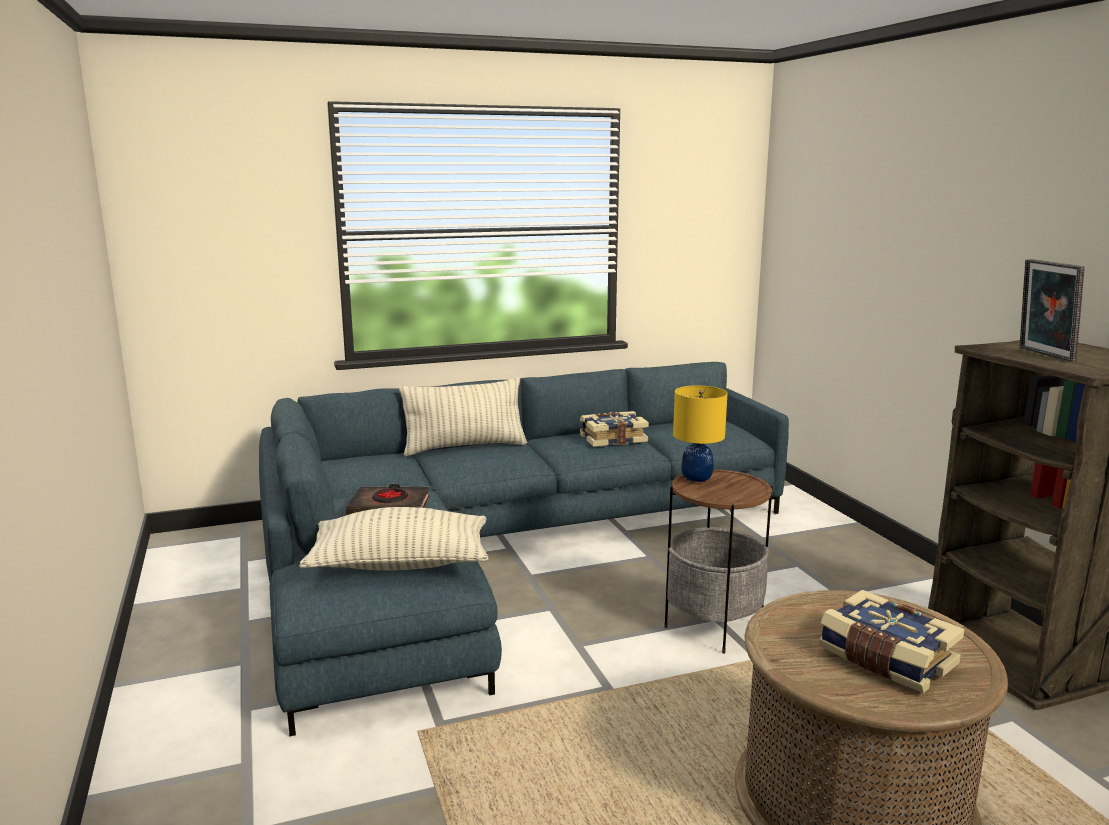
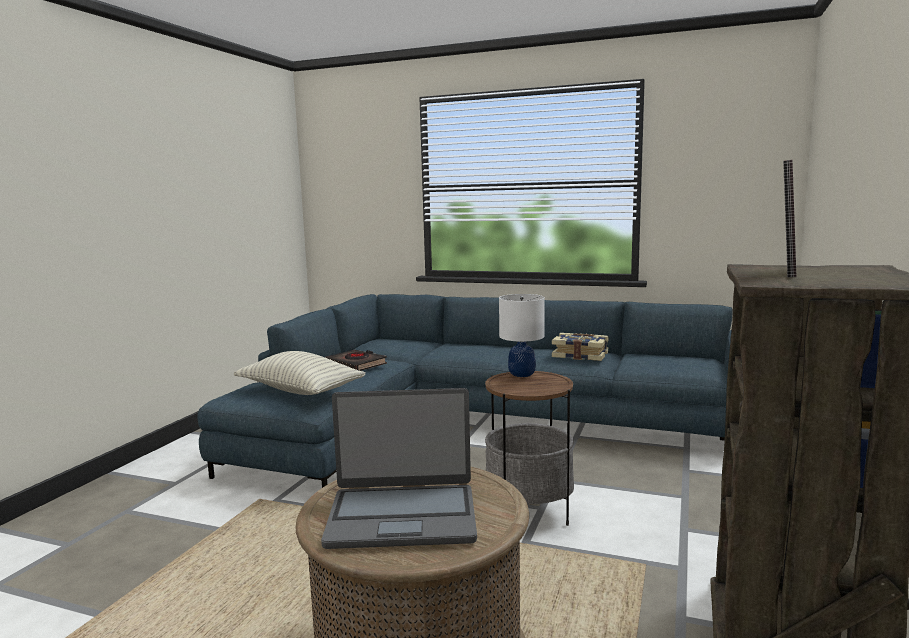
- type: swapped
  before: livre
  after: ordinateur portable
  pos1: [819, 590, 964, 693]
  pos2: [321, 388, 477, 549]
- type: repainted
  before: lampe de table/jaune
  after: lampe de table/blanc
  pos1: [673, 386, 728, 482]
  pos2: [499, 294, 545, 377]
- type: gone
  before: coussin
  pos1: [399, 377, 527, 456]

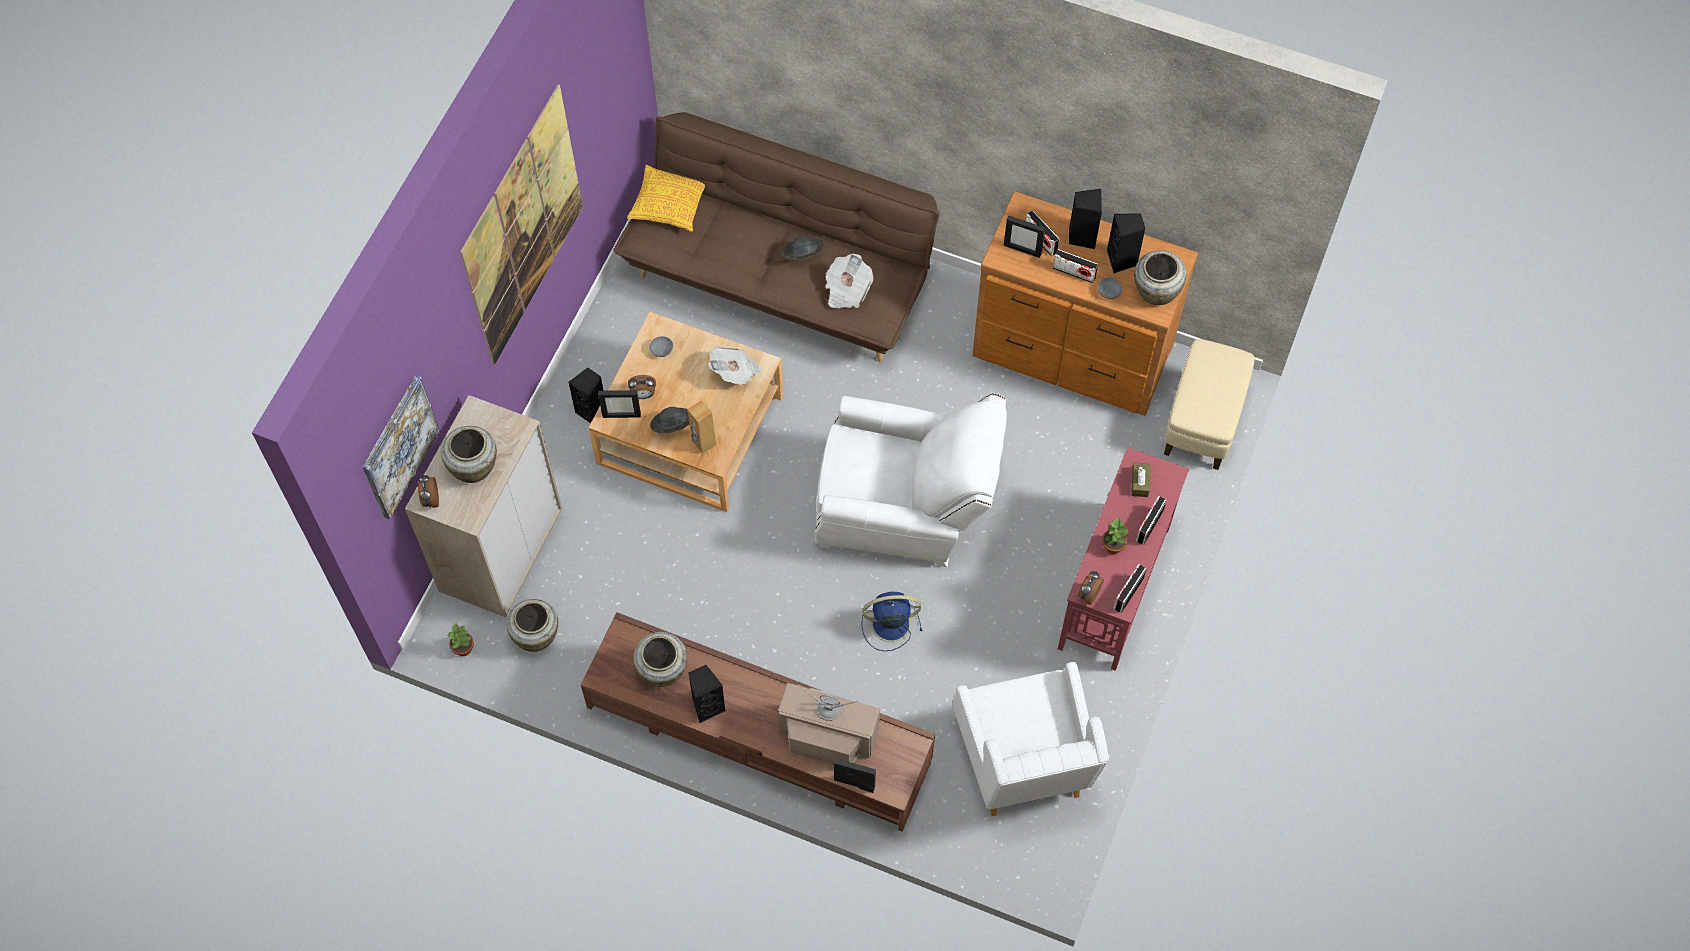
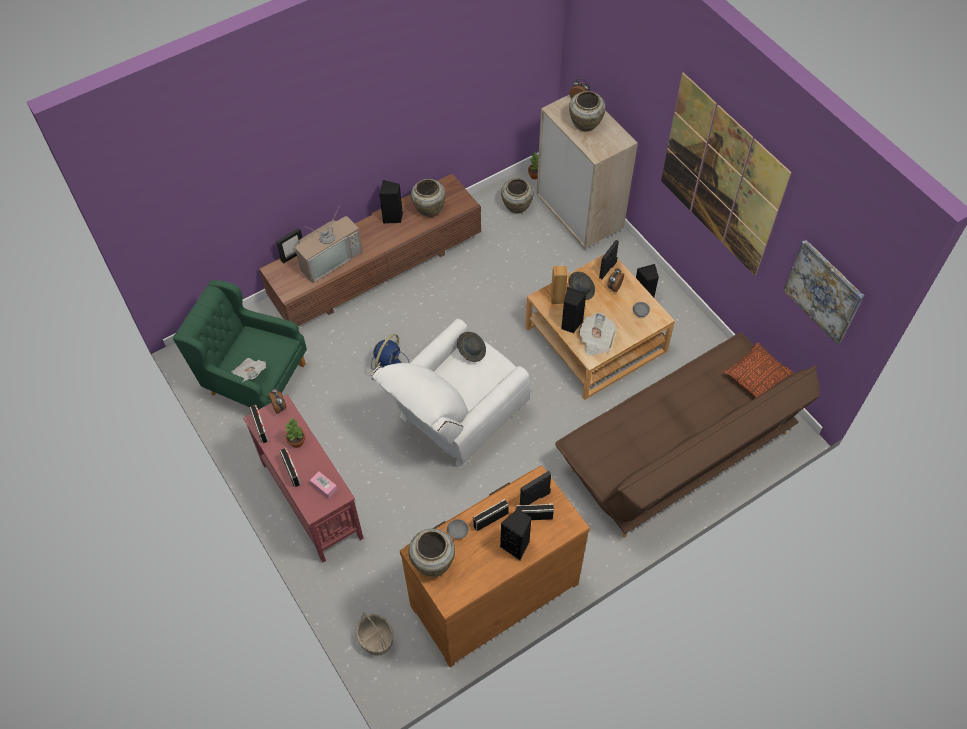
- type: repainted
  before: fauteuil/blanc
  after: fauteuil/vert
  pos1: [952, 662, 1109, 816]
  pos2: [173, 280, 307, 410]
- type: shifted
  before: journal
  pos1: [825, 254, 873, 308]
  pos2: [231, 358, 266, 382]
- type: repainted
  before: boîte à mouchoirs/marron
  after: boîte à mouchoirs/rose
  pos1: [1131, 462, 1150, 497]
  pos2: [310, 471, 338, 499]
- type: swapped
  before: pouf/beige
  after: panier
  pos1: [1164, 339, 1255, 470]
  pos2: [356, 612, 393, 656]
- type: shifted
  before: chapeau/gris
  pos1: [783, 236, 824, 260]
  pos2: [457, 332, 486, 362]
- type: shifted
  before: enceinte/noir
  pos1: [1107, 213, 1145, 273]
  pos2: [561, 286, 587, 333]
- type: repainted
  before: coussin/jaune
  after: coussin/marron
  pos1: [627, 165, 705, 232]
  pos2: [723, 342, 795, 398]
- type: shifted
  before: tableau
  pos1: [362, 375, 440, 520]
  pos2: [783, 240, 864, 345]

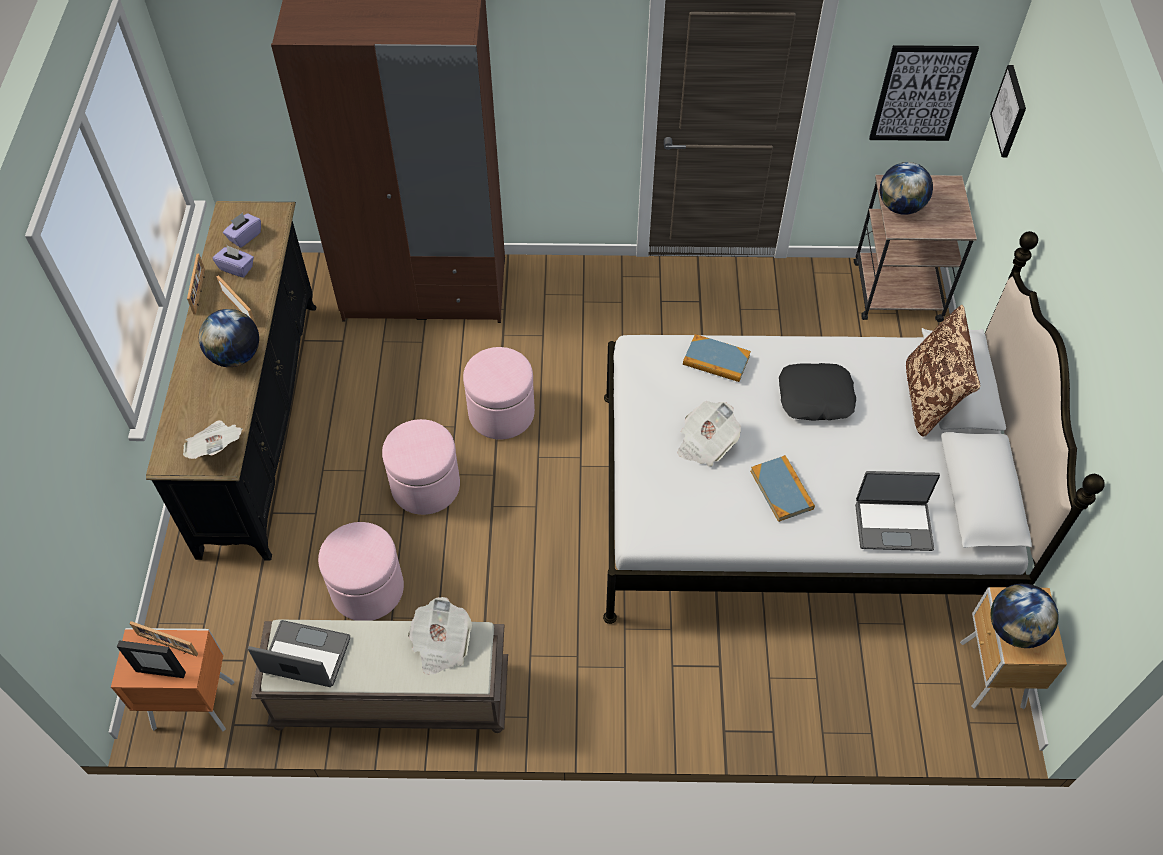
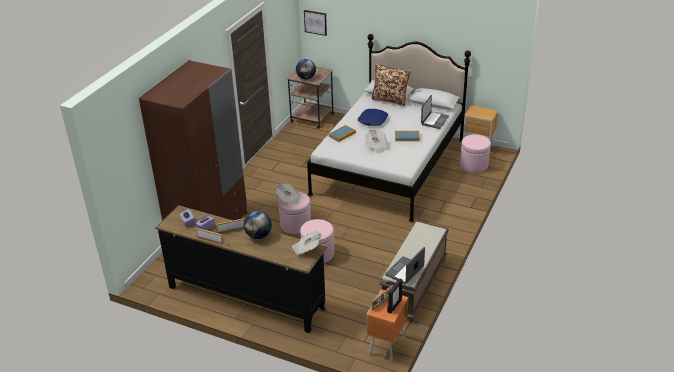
- type: shifted
  before: journal
  pos1: [408, 597, 472, 675]
  pos2: [276, 183, 301, 205]
- type: repainted
  before: coussin/noir
  after: coussin/bleu
  pos1: [779, 363, 856, 421]
  pos2: [358, 109, 388, 126]
- type: shifted
  before: pouf/rose
  pos1: [318, 522, 404, 621]
  pos2: [460, 134, 491, 173]
- type: gone
  before: tableau
  pos1: [869, 45, 979, 141]
- type: gone
  before: globe
  pos1: [990, 584, 1059, 648]

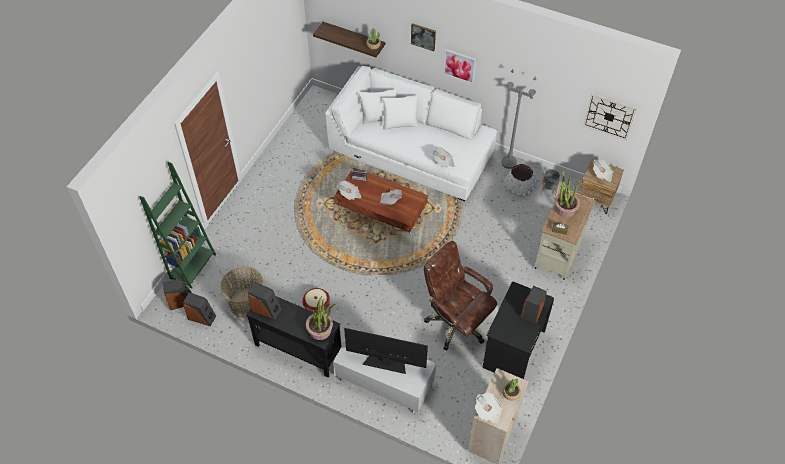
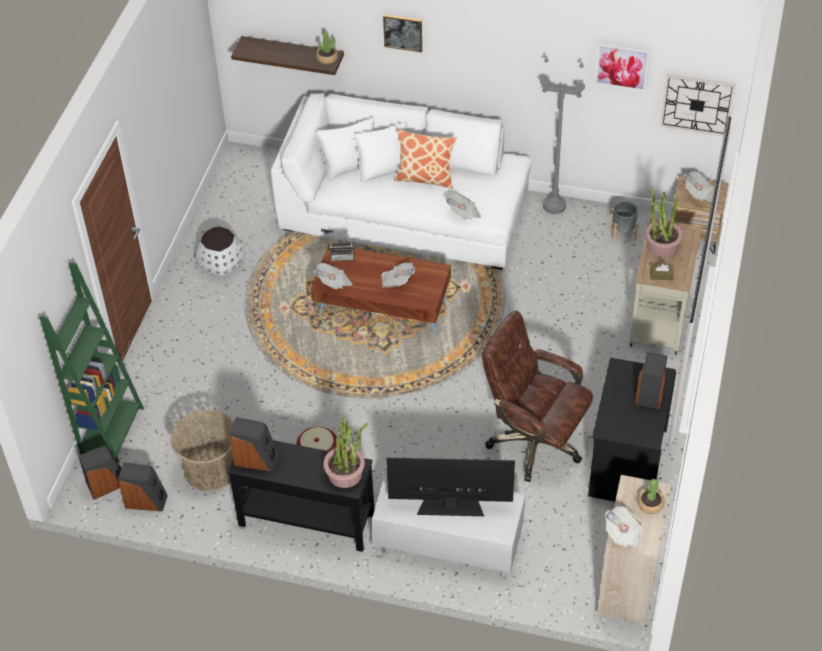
- type: shifted
  before: cache-pot/blanc
  pos1: [504, 164, 537, 197]
  pos2: [195, 227, 245, 276]
- type: new
  after: coussin
  pos2: [394, 130, 457, 189]
- type: shifted
  before: tableau
  pos1: [443, 49, 476, 84]
  pos2: [595, 43, 650, 92]

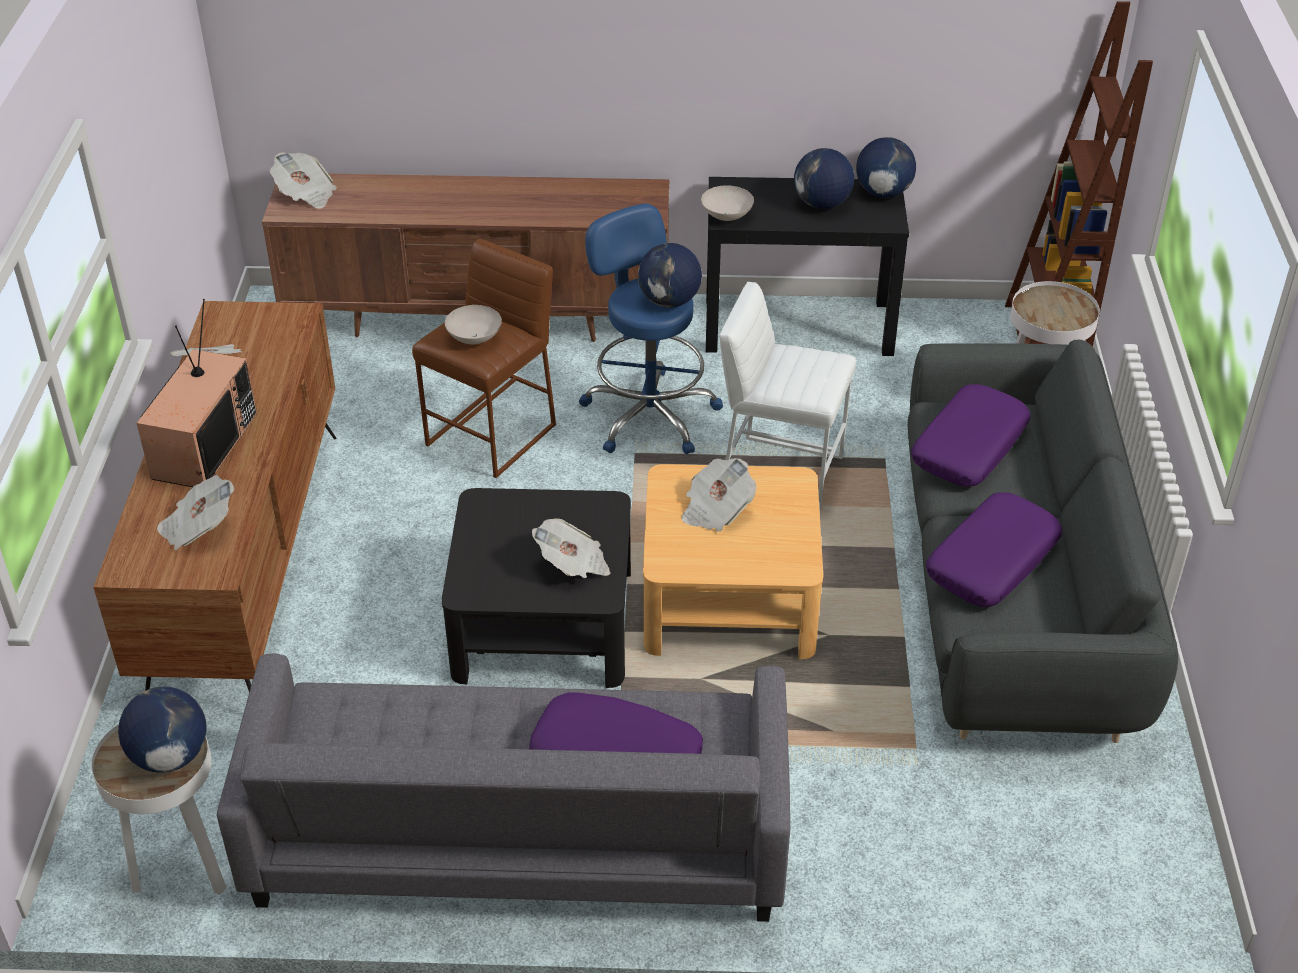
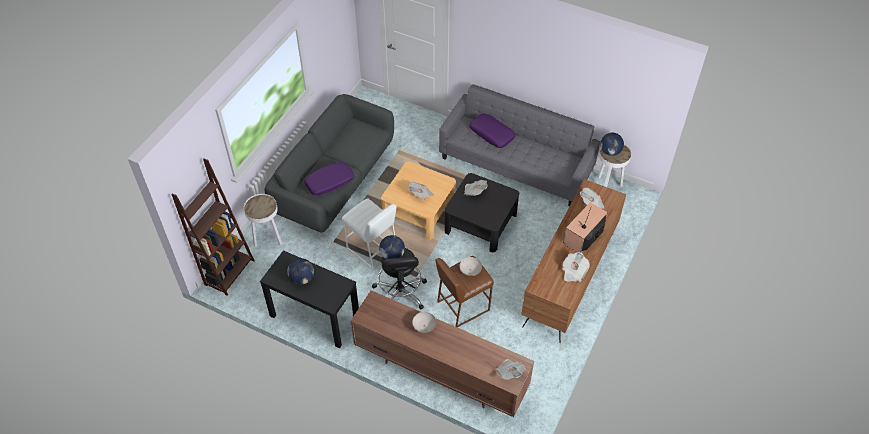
- type: repainted
  before: tabouret/bleu
  after: tabouret/noir
  pos1: [579, 204, 723, 454]
  pos2: [372, 248, 427, 309]
- type: shifted
  before: bol/blanc
  pos1: [701, 185, 754, 221]
  pos2: [412, 312, 436, 333]
- type: gone
  before: globe
  pos1: [856, 137, 916, 198]
- type: gone
  before: coussin/violet
  pos1: [926, 492, 1062, 607]

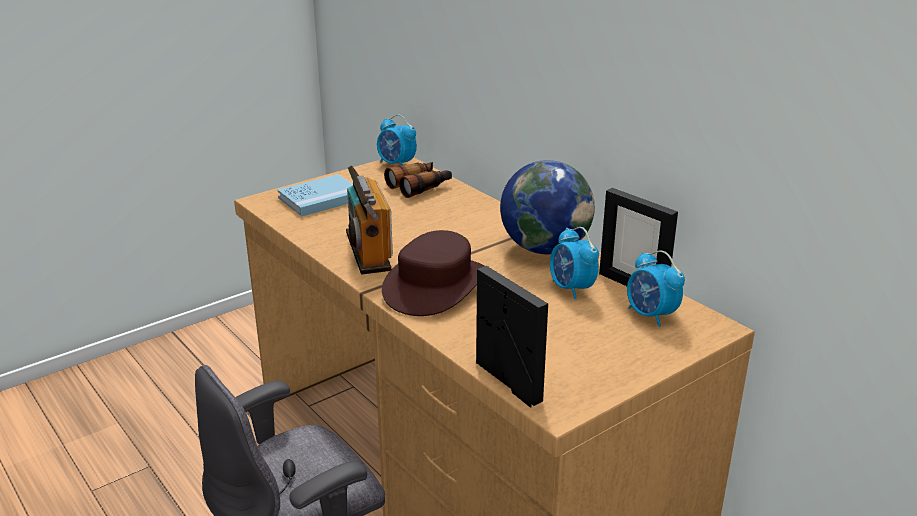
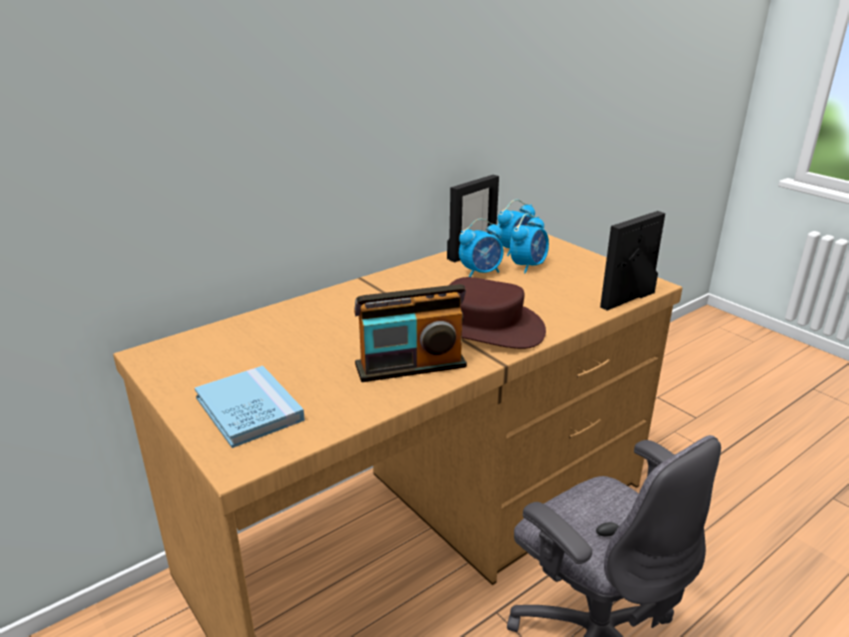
- type: shifted
  before: réveil
  pos1: [377, 115, 417, 165]
  pos2: [510, 213, 549, 274]
- type: gone
  before: jumelles
  pos1: [384, 162, 452, 198]
- type: gone
  before: globe
  pos1: [500, 160, 595, 254]

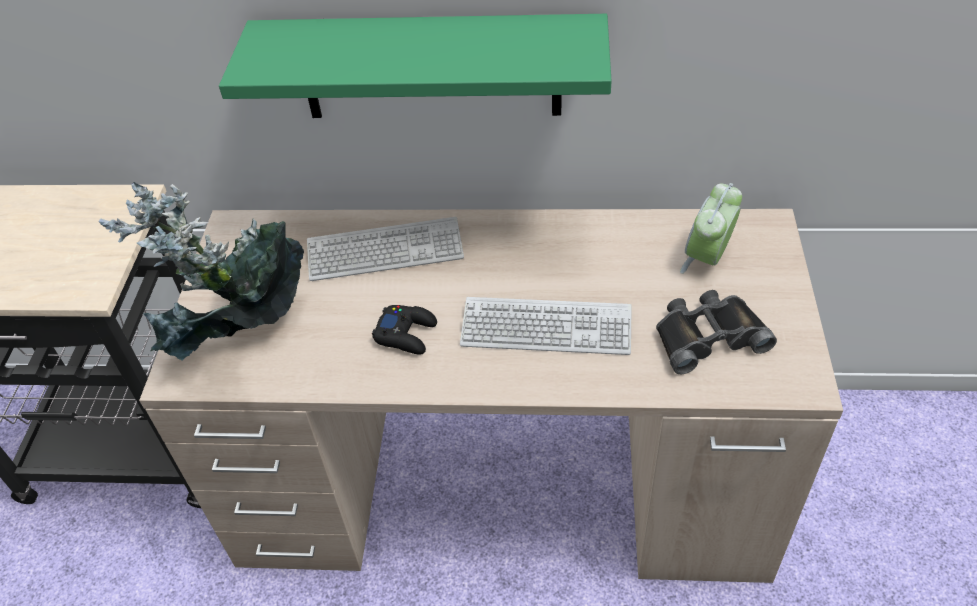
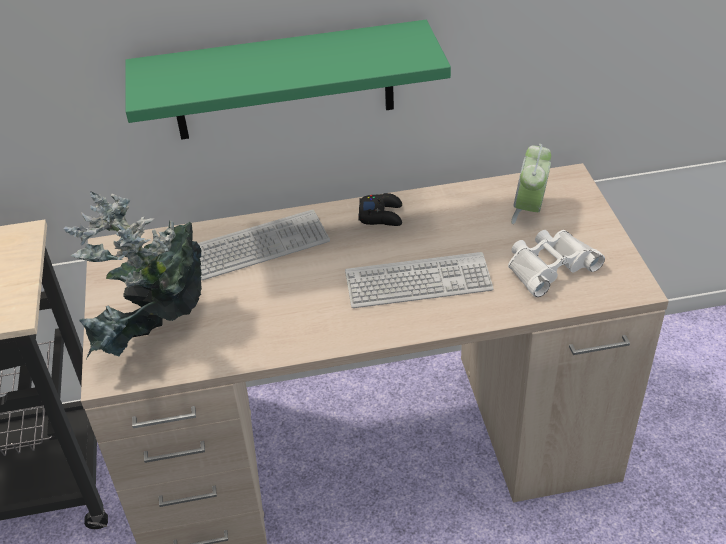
- type: shifted
  before: manette/noir
  pos1: [372, 305, 437, 355]
  pos2: [359, 193, 402, 226]
- type: repainted
  before: jumelles/noir
  after: jumelles/blanc
  pos1: [656, 290, 777, 374]
  pos2: [508, 230, 605, 297]

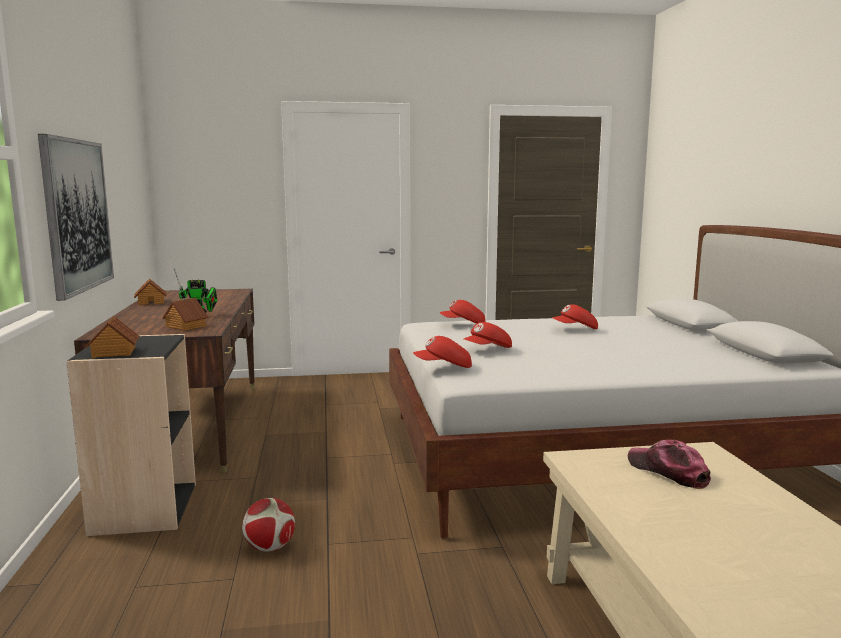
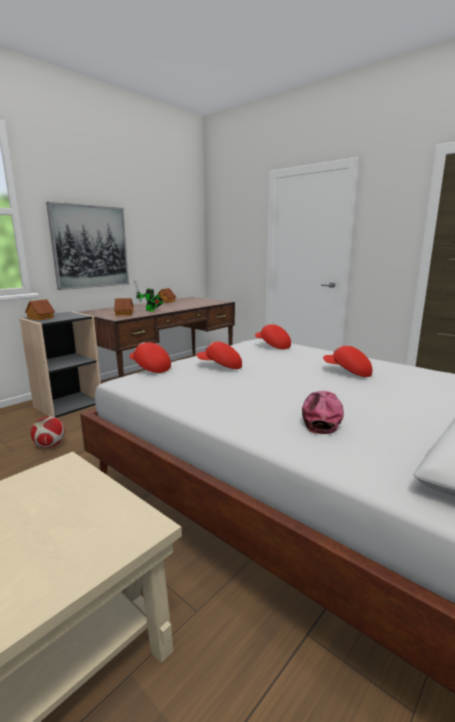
- type: shifted
  before: casquette
  pos1: [628, 440, 711, 489]
  pos2: [302, 391, 344, 434]

